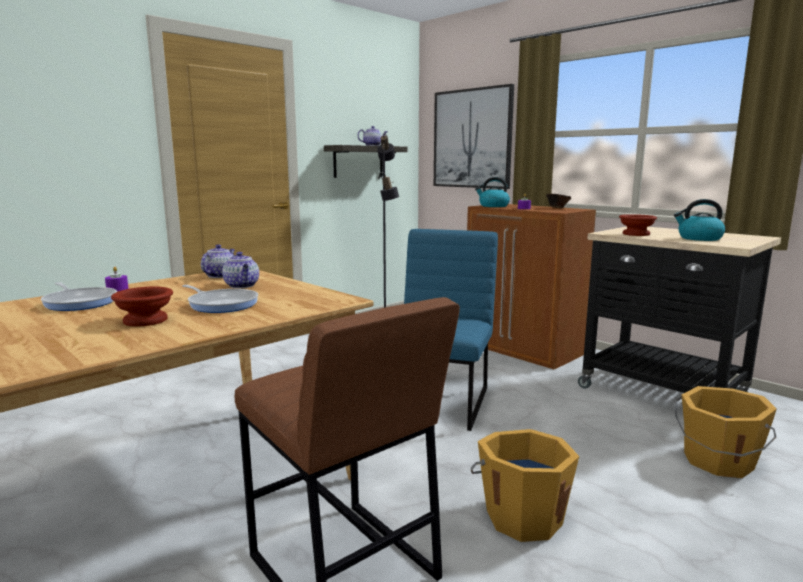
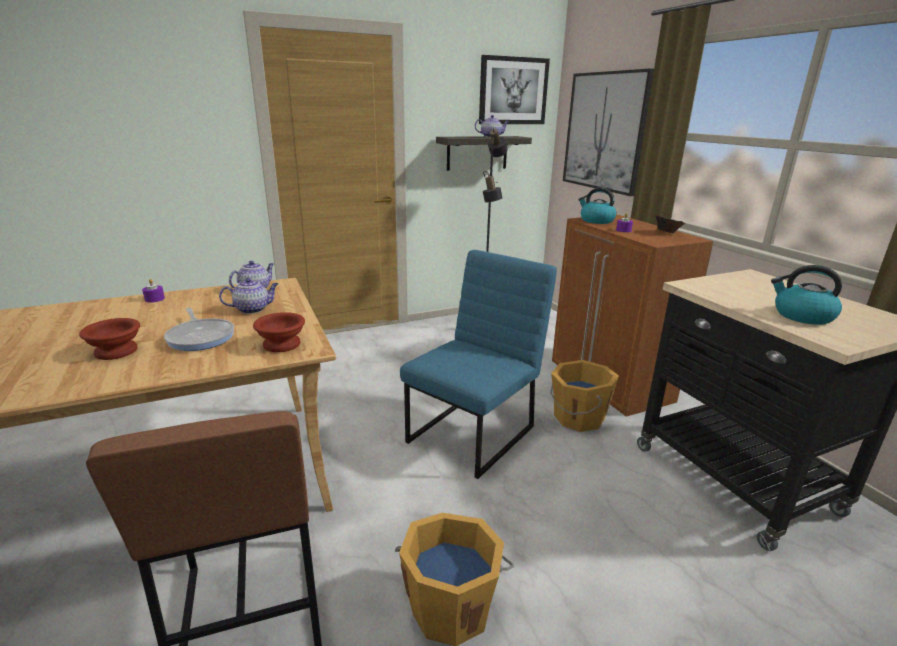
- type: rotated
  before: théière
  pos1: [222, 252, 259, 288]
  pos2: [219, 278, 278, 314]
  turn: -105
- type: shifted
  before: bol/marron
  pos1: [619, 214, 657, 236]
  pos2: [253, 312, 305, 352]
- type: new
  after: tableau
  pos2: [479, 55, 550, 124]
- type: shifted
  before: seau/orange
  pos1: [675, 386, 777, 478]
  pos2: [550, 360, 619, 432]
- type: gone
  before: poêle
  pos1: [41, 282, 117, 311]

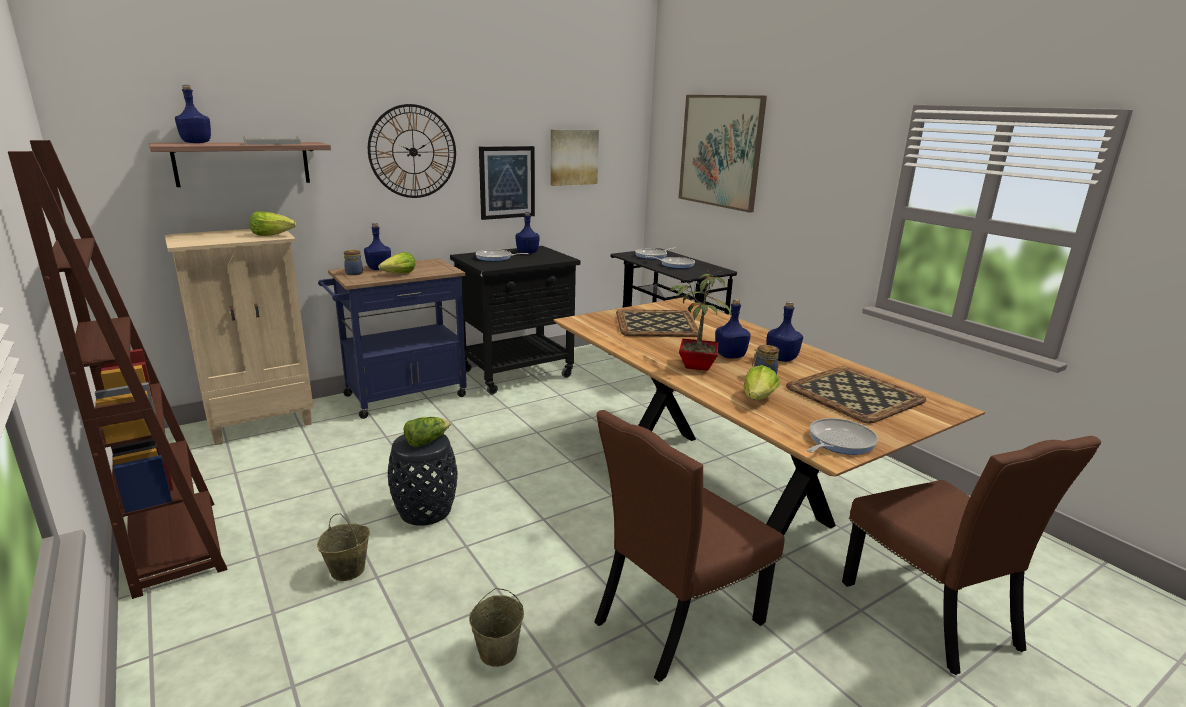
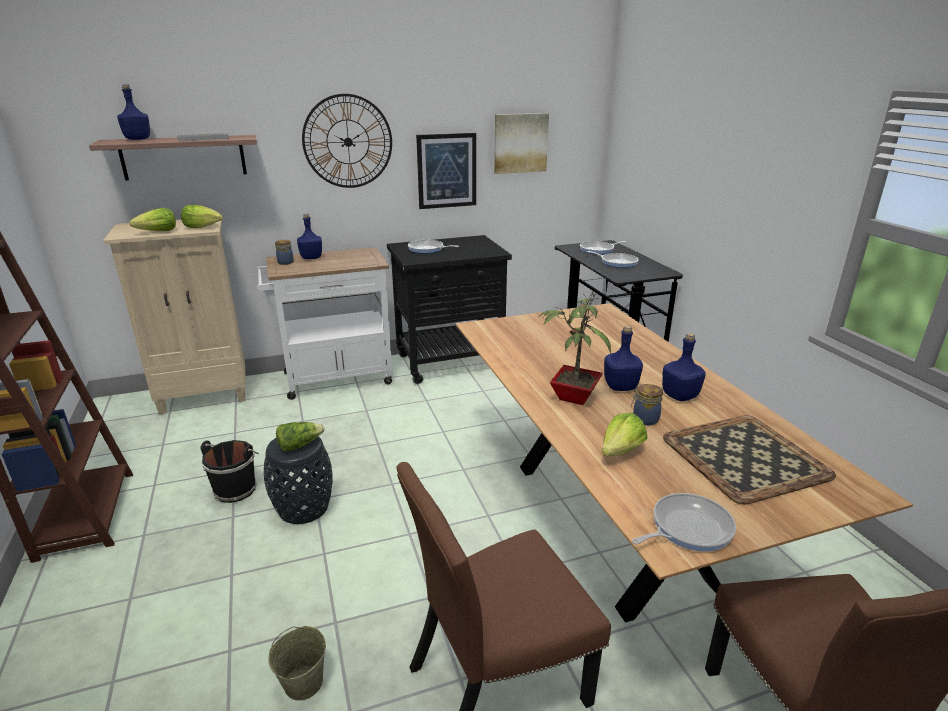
- type: shifted
  before: laitue
  pos1: [378, 252, 415, 273]
  pos2: [129, 208, 176, 231]
- type: new
  after: seau/noir
  pos2: [201, 440, 259, 503]
- type: repainted
  before: chariot/bleu
  after: chariot/blanc
  pos1: [318, 258, 467, 419]
  pos2: [256, 247, 393, 400]
- type: gone
  before: seau/beige
  pos1: [317, 513, 370, 581]
- type: gone
  before: bouteille/bleu
  pos1: [515, 212, 540, 253]
- type: gone
  before: plateau
  pos1: [616, 309, 699, 337]
- type: gone
  before: tableau
  pos1: [679, 95, 767, 213]

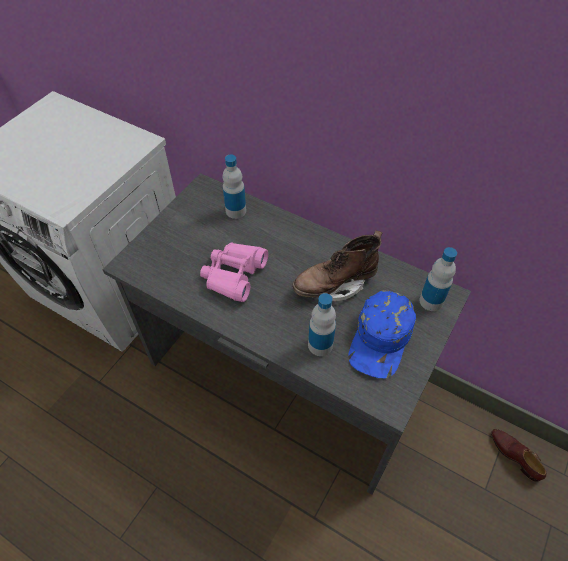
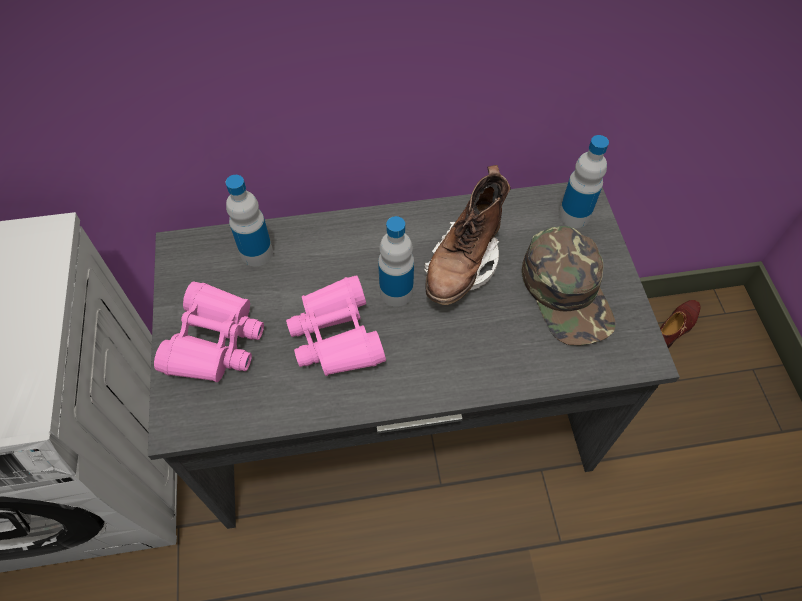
- type: new
  after: jumelles/rose
  pos2: [154, 282, 264, 382]
- type: shifted
  before: bouteille
  pos1: [308, 293, 336, 356]
  pos2: [378, 216, 414, 307]
- type: repainted
  before: casquette/bleu
  after: casquette/vert
  pos1: [348, 290, 416, 379]
  pos2: [522, 226, 615, 345]
- type: rotated
  before: chaussure/marron
  pos1: [491, 429, 547, 482]
  pos2: [660, 300, 700, 348]
  turn: 120

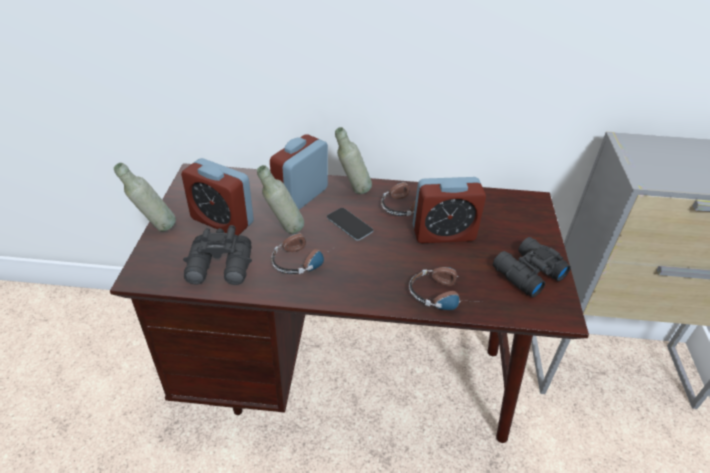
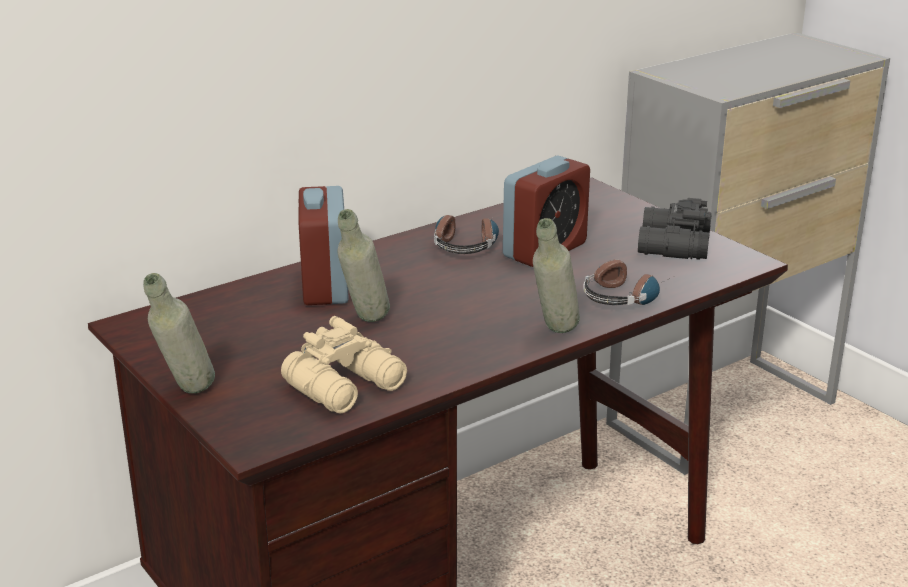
- type: repainted
  before: jumelles/noir
  after: jumelles/beige
  pos1: [183, 225, 252, 285]
  pos2: [281, 316, 407, 413]
- type: shifted
  before: bouteille/gris
  pos1: [335, 127, 372, 194]
  pos2: [533, 218, 580, 333]
- type: gone
  before: réveil
  pos1: [181, 158, 254, 236]
- type: gone
  before: casque audio
  pos1: [271, 233, 335, 274]
- type: gone
  before: téléphone
  pos1: [327, 208, 373, 241]

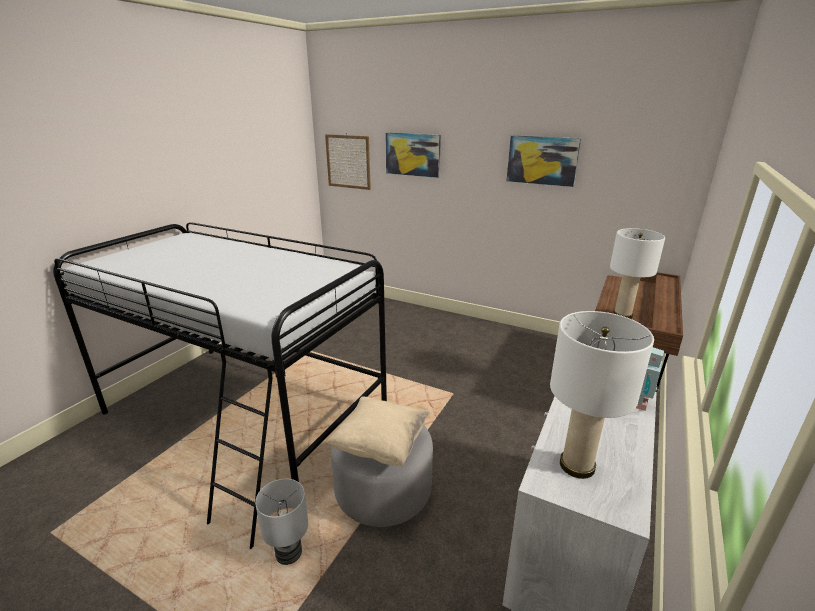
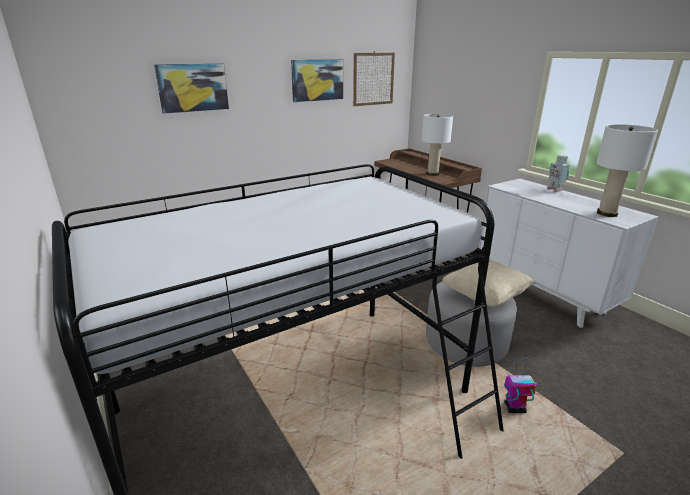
- type: shifted
  before: tableau
  pos1: [325, 133, 371, 190]
  pos2: [353, 52, 395, 106]
- type: swapped
  before: lampe de table/gris
  after: robot jouet
  pos1: [255, 479, 308, 565]
  pos2: [504, 357, 538, 413]

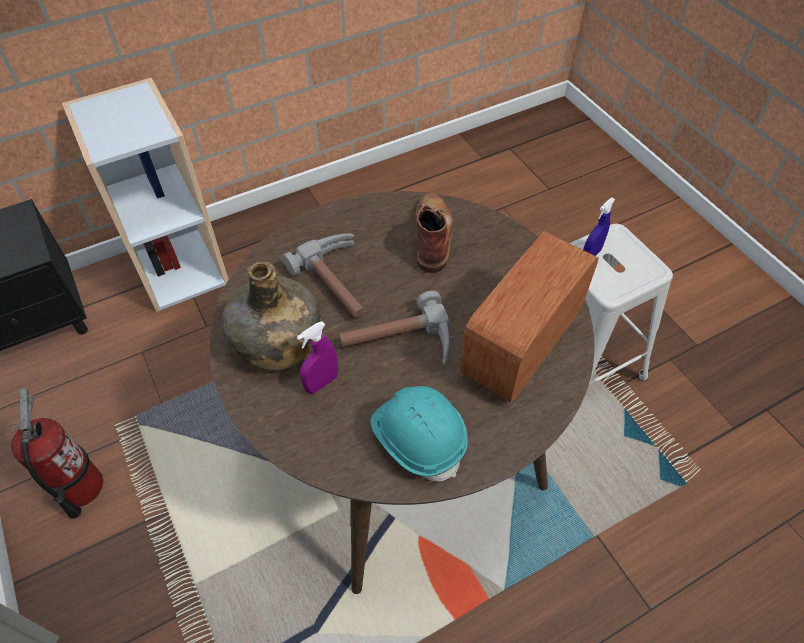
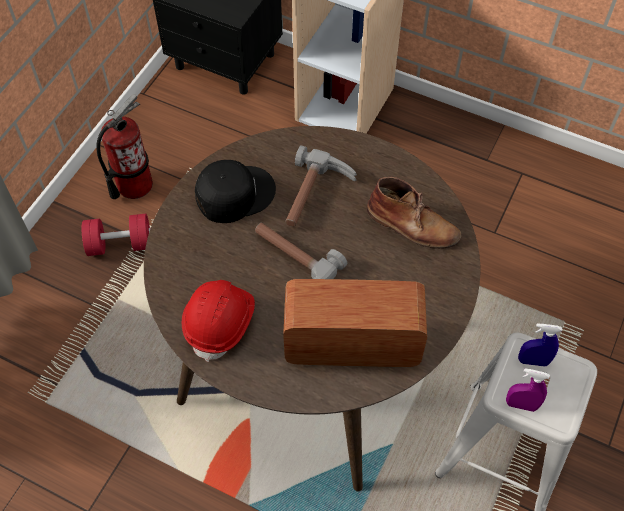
- type: new
  after: haltère/rouge
  pos2: [82, 214, 151, 256]
- type: repainted
  before: casque de chantier/turquoise
  after: casque de chantier/rouge
  pos1: [371, 386, 468, 482]
  pos2: [182, 280, 255, 362]
- type: swapped
  before: bouteille/vert
  after: casquette/noir
  pos1: [222, 261, 321, 371]
  pos2: [195, 160, 276, 223]
- type: rotated
  before: botte/marron
  pos1: [415, 193, 454, 273]
  pos2: [367, 177, 461, 249]
  turn: 60
- type: shifted
  before: vaporisateur/violet
  pos1: [297, 321, 338, 394]
  pos2: [506, 368, 550, 412]

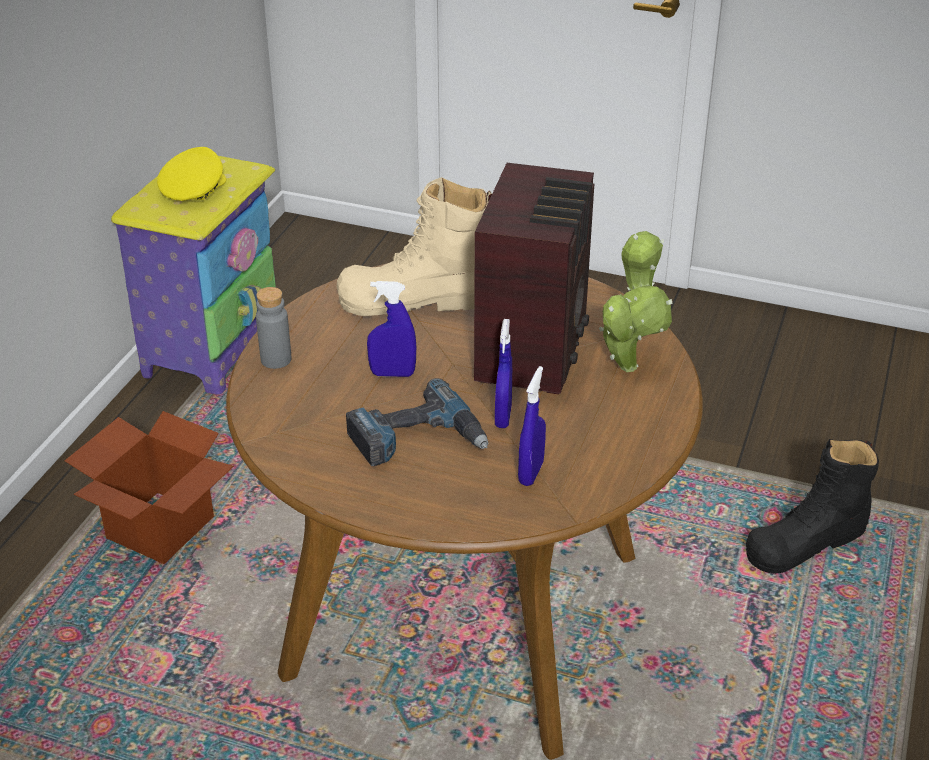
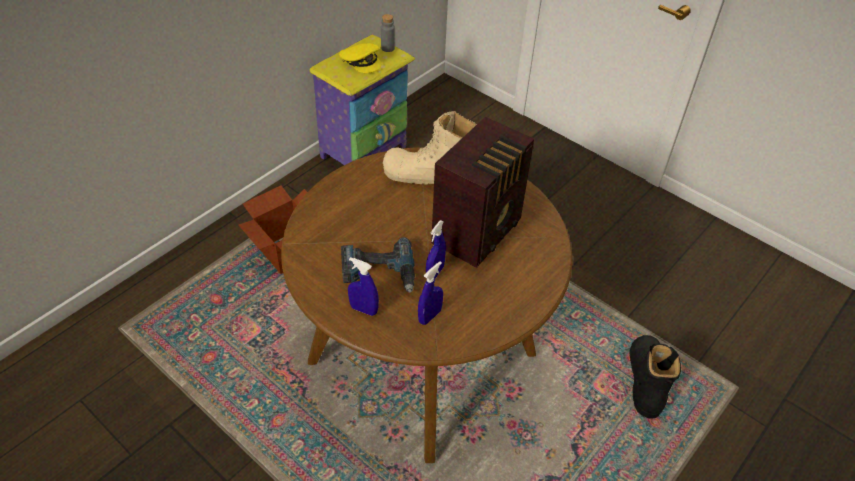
- type: rotated
  before: casquette/jaune
  pos1: [157, 147, 226, 201]
  pos2: [339, 43, 381, 73]
  turn: 90
- type: shifted
  before: vaporisateur/bleu
  pos1: [367, 281, 416, 377]
  pos2: [348, 257, 379, 316]
- type: shifted
  before: bouteille/gris
  pos1: [256, 287, 291, 369]
  pos2: [381, 14, 395, 52]
- type: rotated
  before: botte/noir
  pos1: [746, 439, 879, 574]
  pos2: [629, 335, 681, 419]
  turn: 105
- type: gone
  before: plante en pot
  pos1: [599, 231, 672, 372]

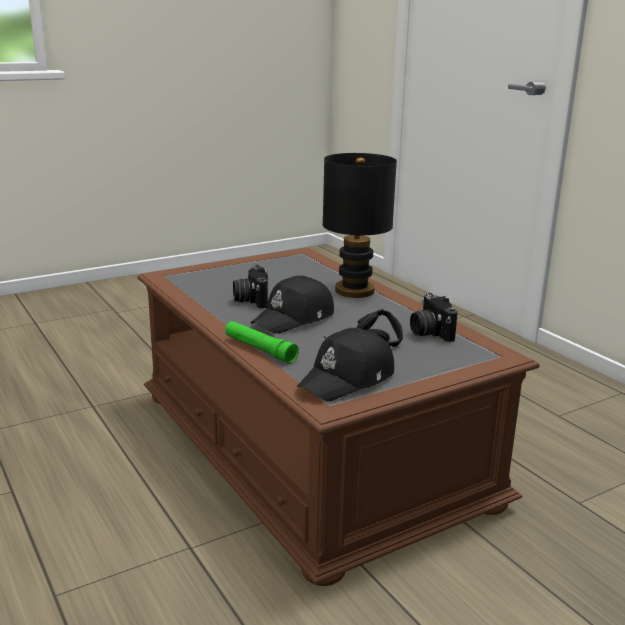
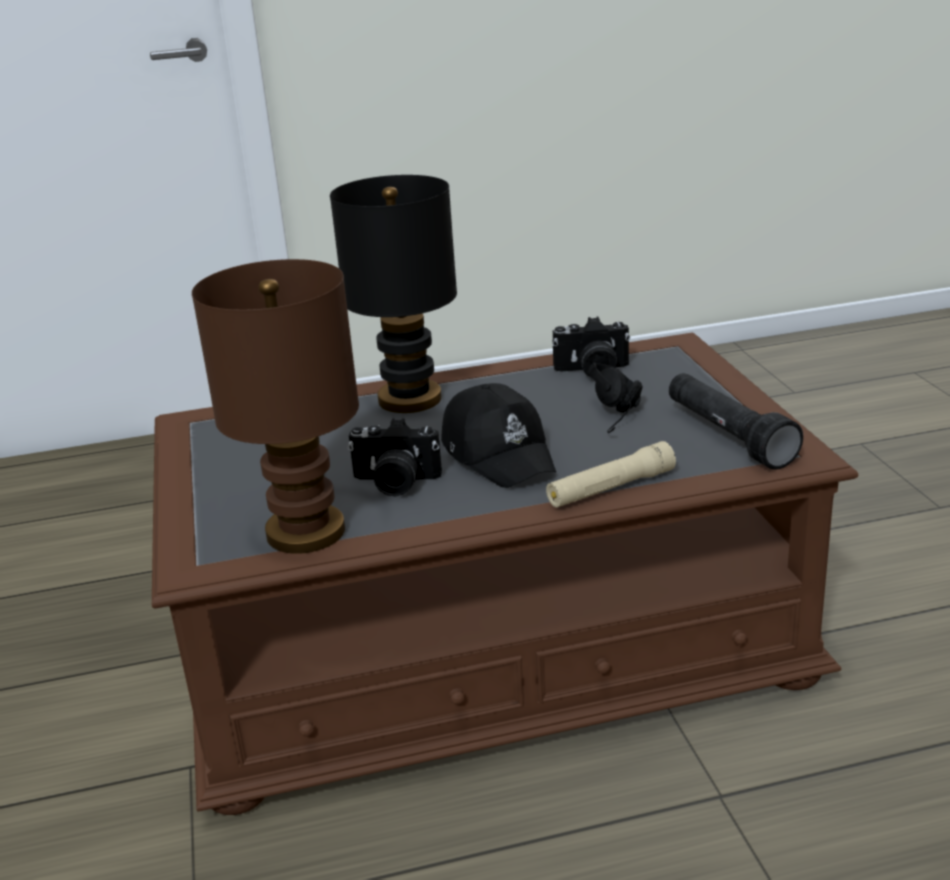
- type: new
  after: lampe de table/marron
  pos2: [192, 259, 359, 554]
- type: repainted
  before: lampe de poche/vert
  after: lampe de poche/beige
  pos1: [225, 321, 299, 363]
  pos2: [546, 441, 676, 508]
- type: swapped
  before: casquette/noir
  after: lampe de poche/noir
  pos1: [297, 328, 394, 401]
  pos2: [669, 373, 803, 470]

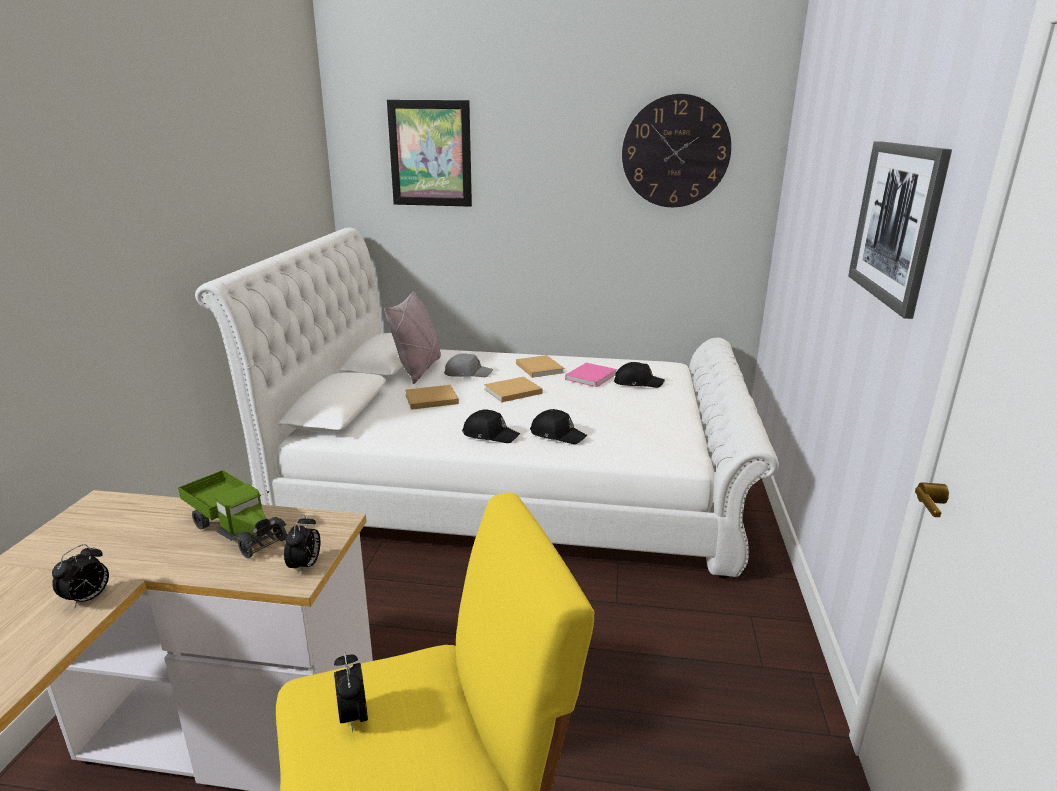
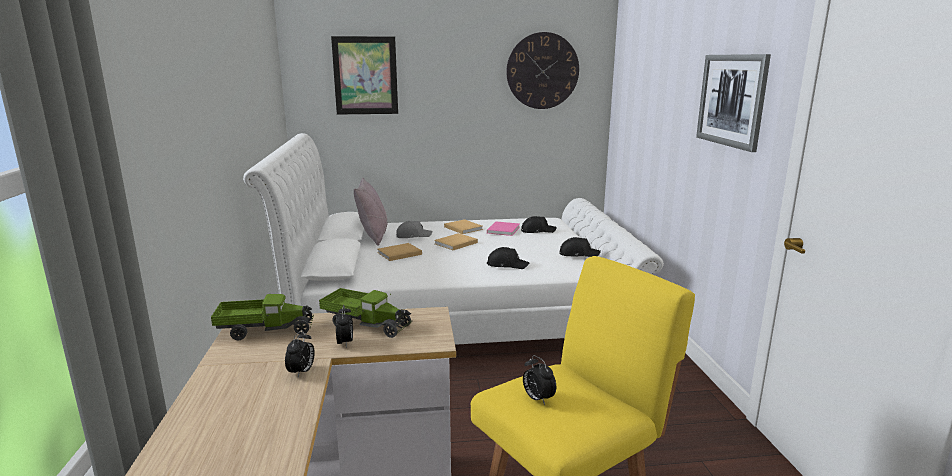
- type: new
  after: camion jouet
  pos2: [211, 294, 314, 341]
- type: shifted
  before: réveil
  pos1: [284, 514, 320, 575]
  pos2: [336, 305, 353, 348]
- type: shifted
  before: casquette/noir
  pos1: [462, 409, 520, 443]
  pos2: [560, 237, 601, 257]

